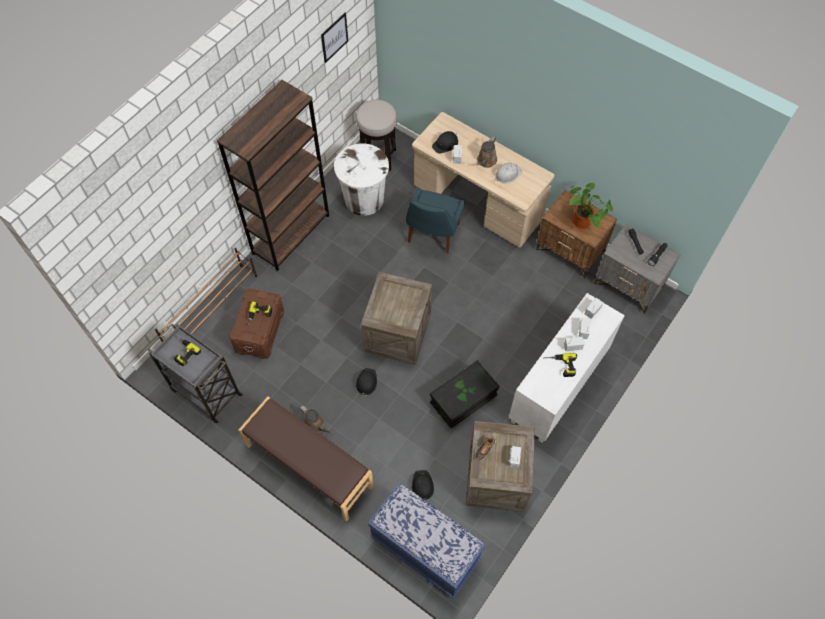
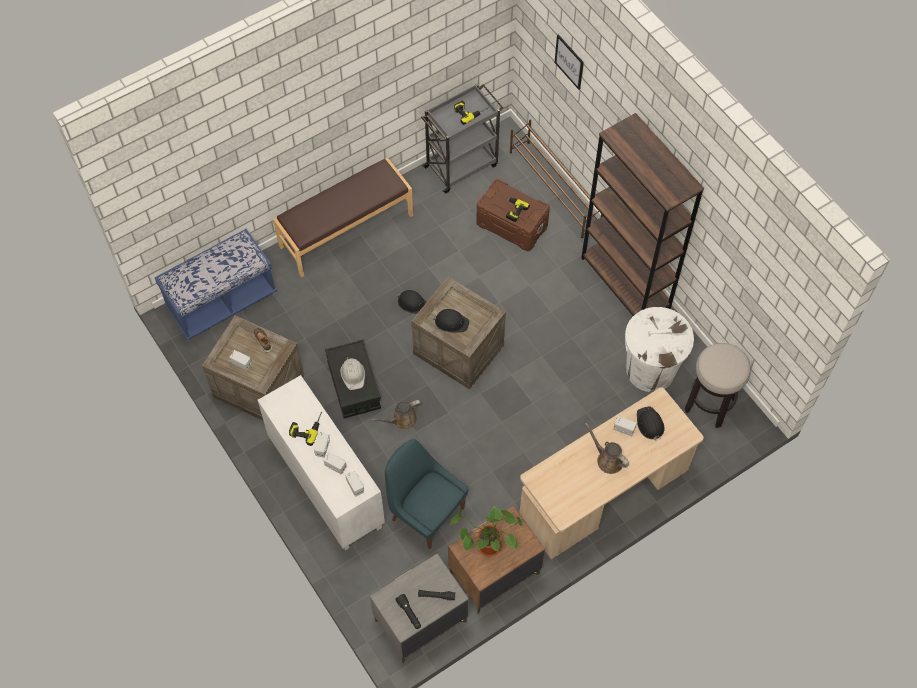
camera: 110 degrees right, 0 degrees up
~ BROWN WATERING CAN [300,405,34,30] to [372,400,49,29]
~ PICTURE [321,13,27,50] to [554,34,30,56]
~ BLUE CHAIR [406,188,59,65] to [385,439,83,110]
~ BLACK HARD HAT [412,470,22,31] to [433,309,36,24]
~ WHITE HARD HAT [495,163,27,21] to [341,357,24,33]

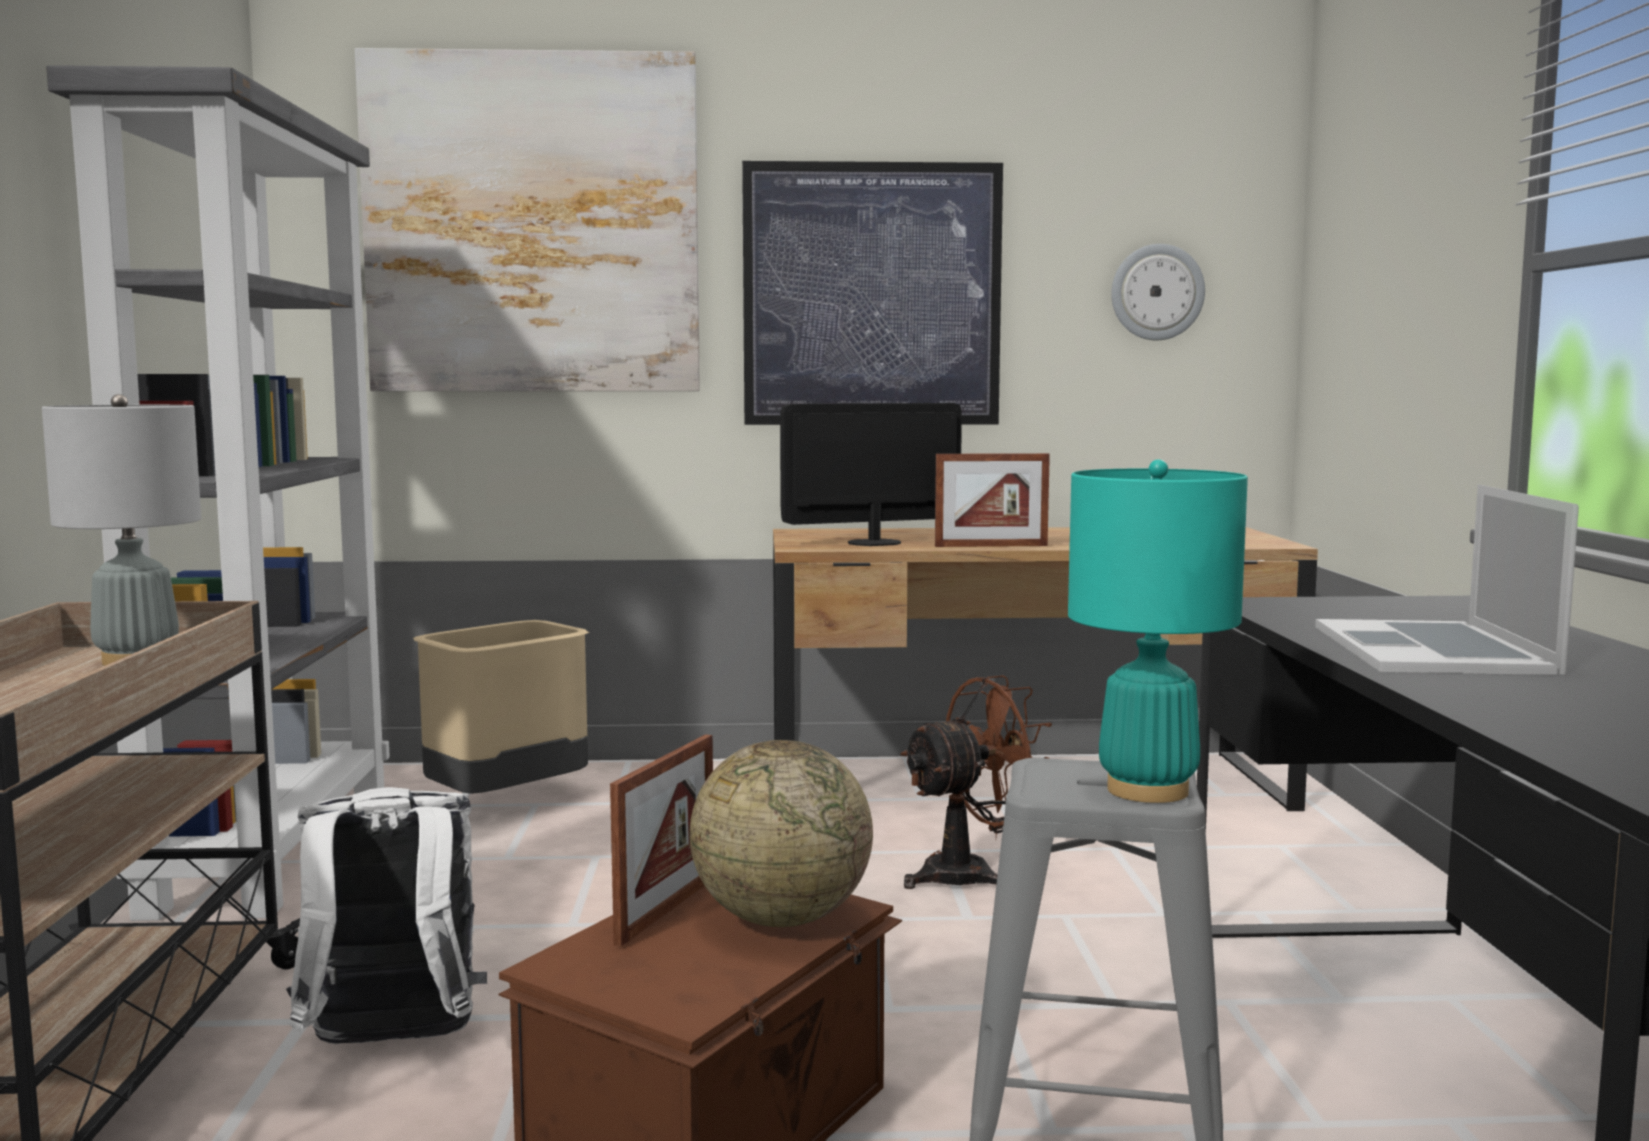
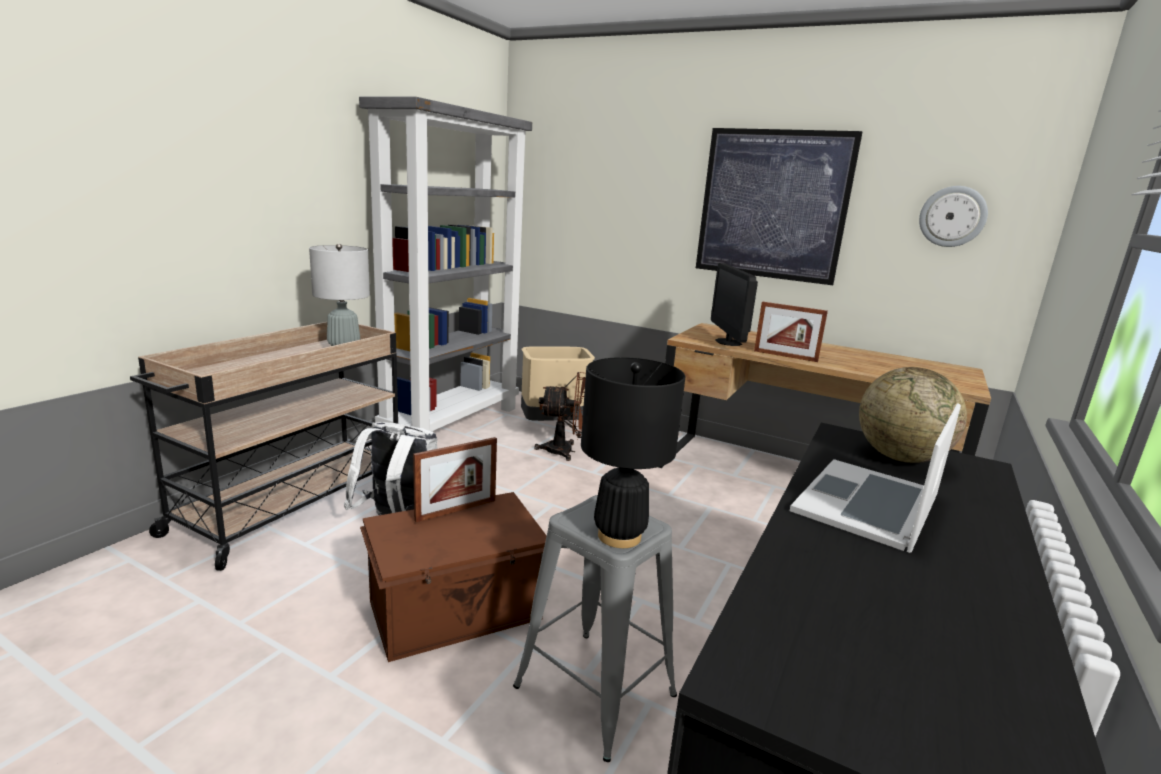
camera: 30 degrees right, 10 degrees up
- PICTURE [355,48,345,343]
~ GLOBE [689,740,184,187] to [859,367,108,96]
~ MONITOR [780,403,182,143] = [711,263,47,83] 105 degrees counterclockwise
~ BROWN FAN [900,675,152,214] to [534,372,52,89]
~ TURQUOISE TABLE LAMP [1068,459,180,344] to BLACK TABLE LAMP [581,357,105,191]

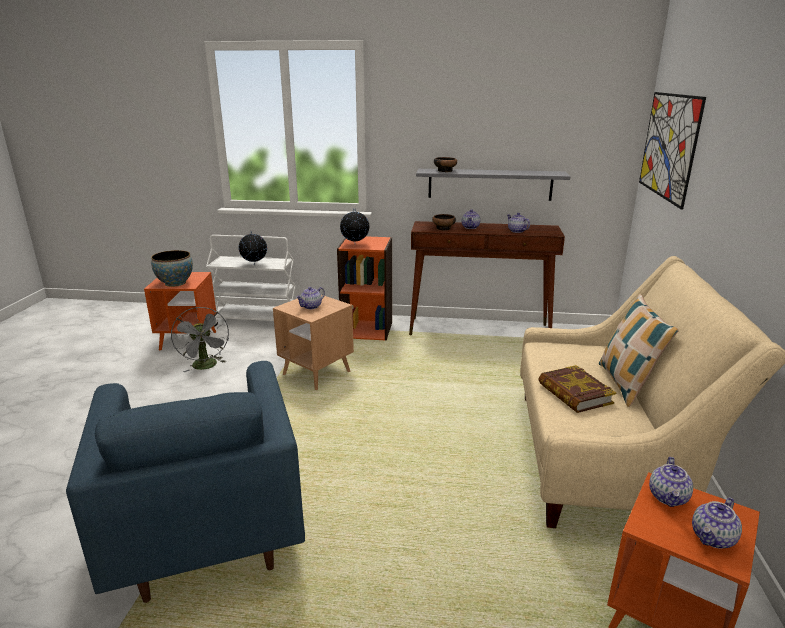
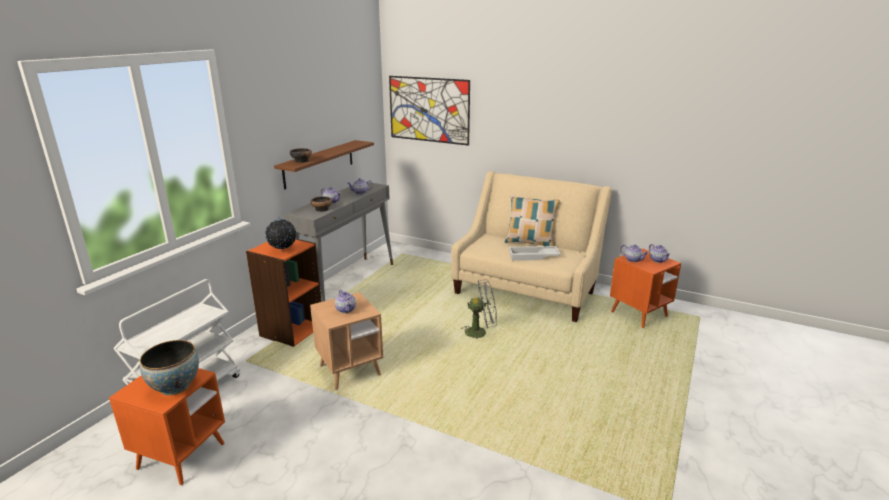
camera: 70 degrees left, 0 degrees up
- BLUE ARMCHAIR [66,361,239,242]
~ GREY FAN [171,307,58,66] to [461,280,36,59]
- GLOBE [239,231,28,34]
~ BROWN CONSOLE TABLE [409,221,156,114] to GREY CONSOLE TABLE [284,182,109,120]
~ GREY SHELF [416,169,154,32] to BROWN SHELF [274,140,100,50]
~ BOOK [538,365,78,48] to WHITE TRAY [509,246,52,15]

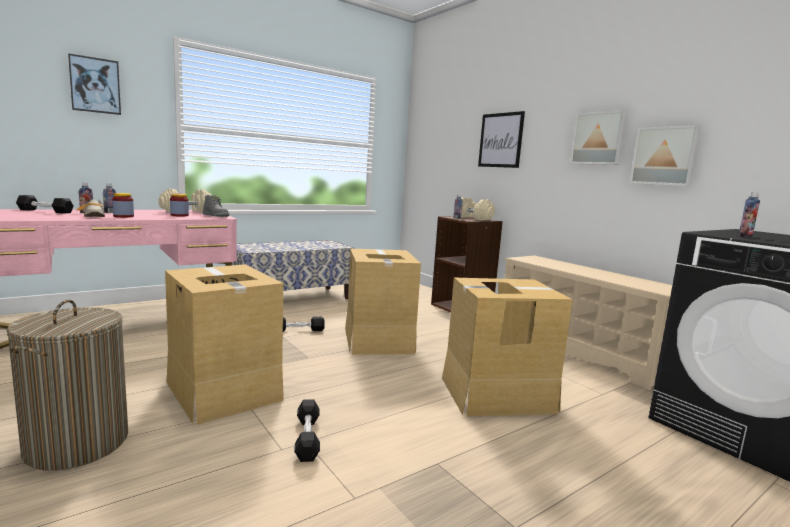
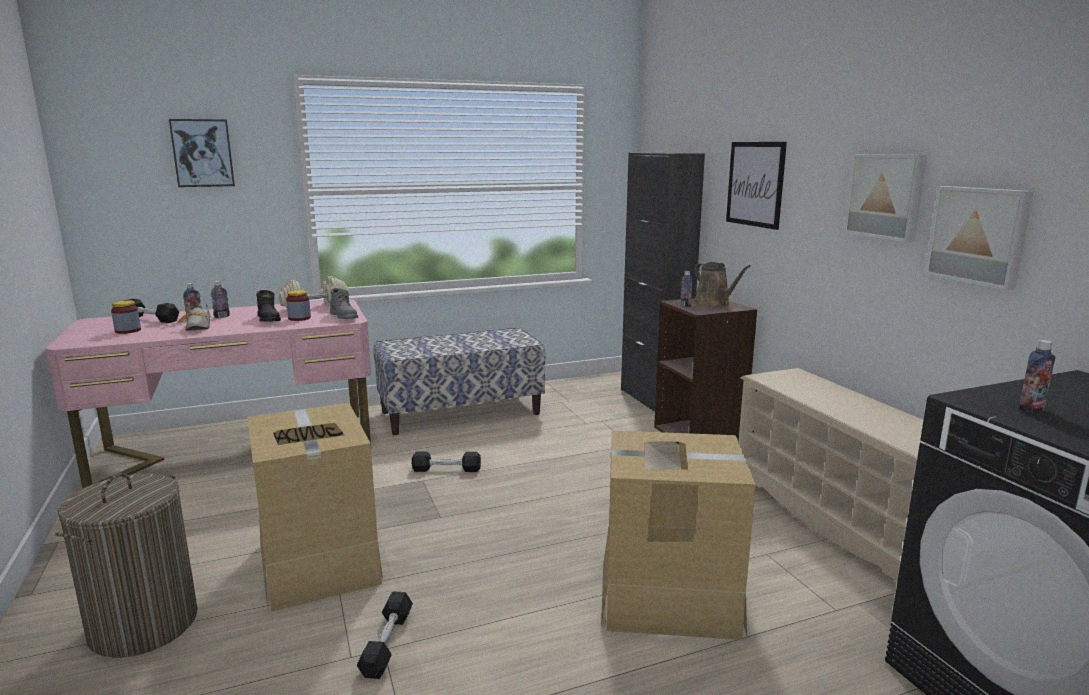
camera: 15 degrees right, 5 degrees up
~ JAR [112,193,22,25] to [111,300,30,34]
- CARDBOARD BOX [345,249,76,106]
~ BEIGE DUMBBELL [461,197,34,23] to BROWN WATERING CAN [694,262,57,45]
+ BLACK BOOT [256,290,25,32]
+ BLACK CABINET [621,153,84,259]

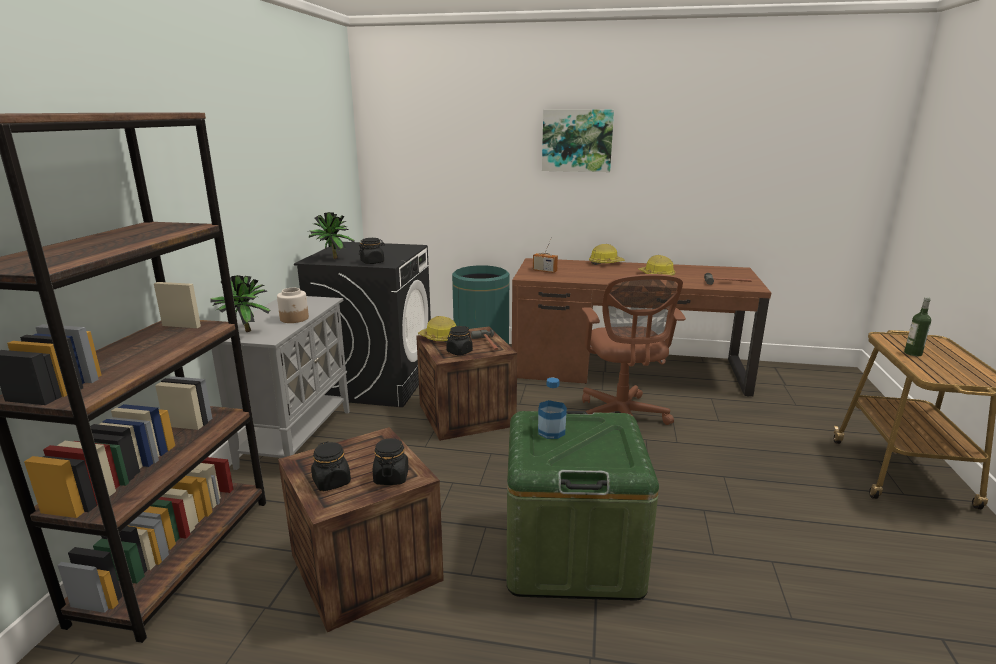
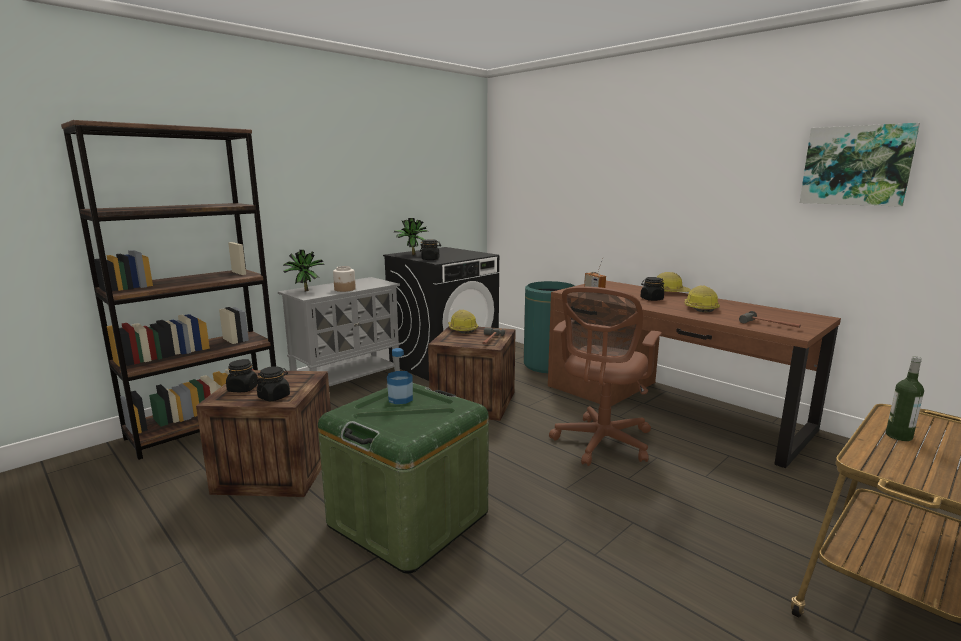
camera: 35 degrees right, 5 degrees down
~ BLACK JAR [446,326,27,30] to [640,277,24,24]
~ PICTURE [542,110,72,62] to [800,123,120,84]

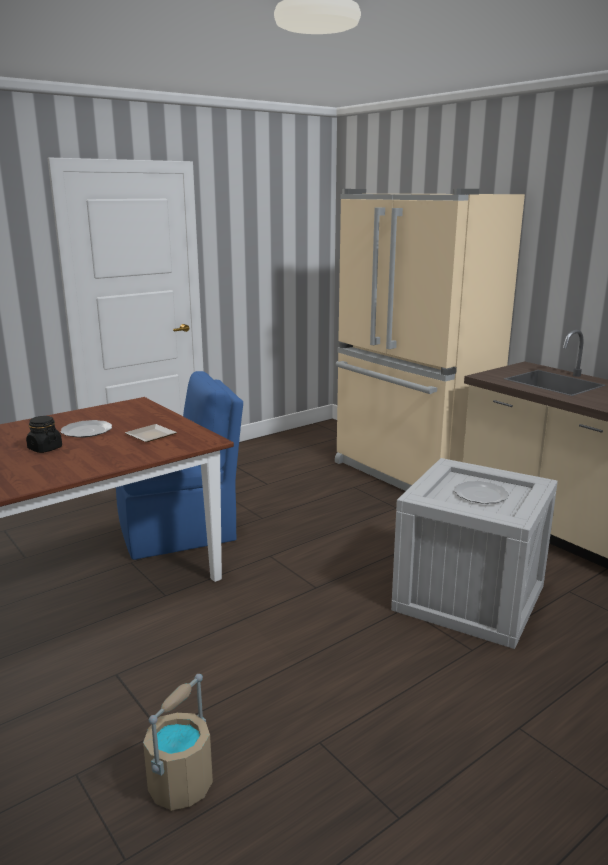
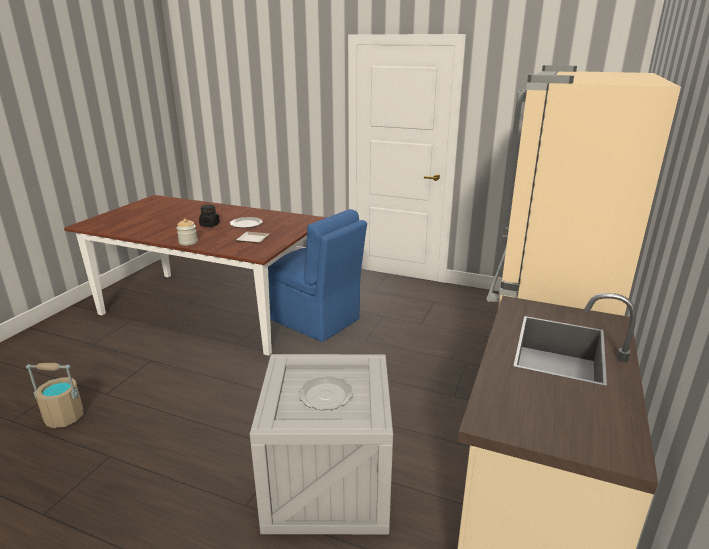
camera: 60 degrees right, 5 degrees up
+ JAR [177,219,21,27]

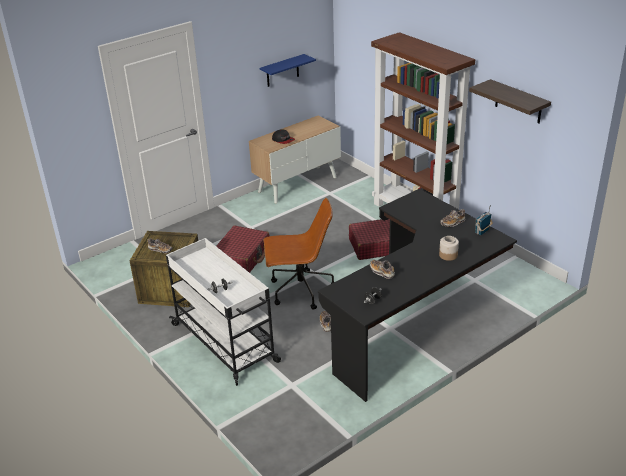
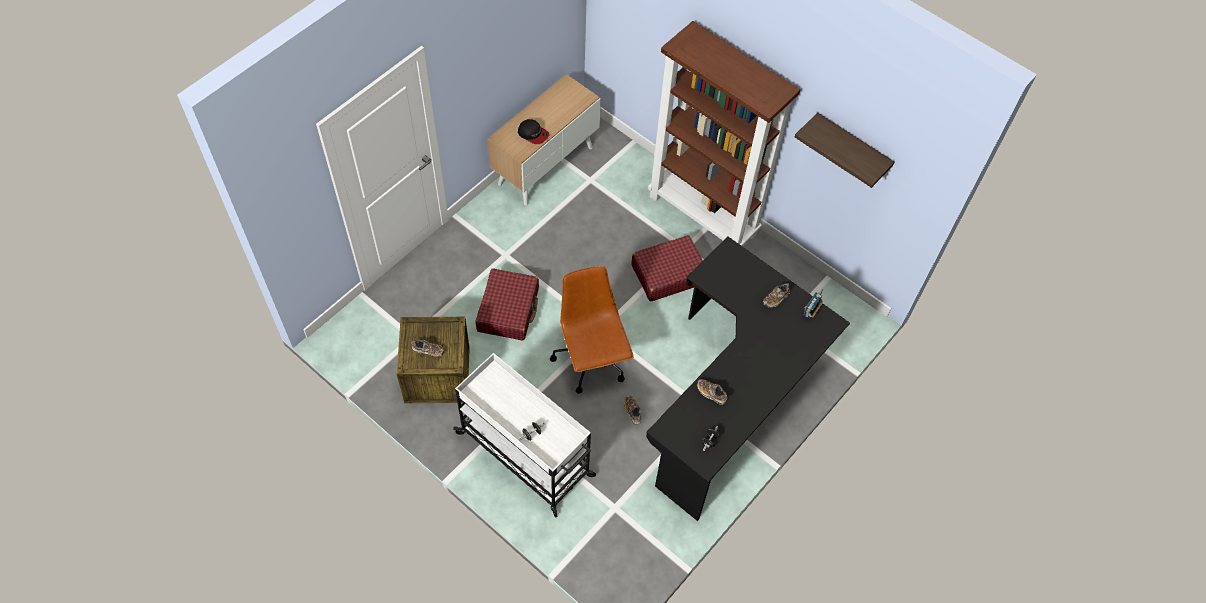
camera: 15 degrees left, 25 degrees up
- BLUE SHELF [260,54,56,33]
~ BROWN OFFICE CHAIR [264,198,70,112] = [550,266,84,127] 90 degrees counterclockwise
- JAR [439,236,20,25]

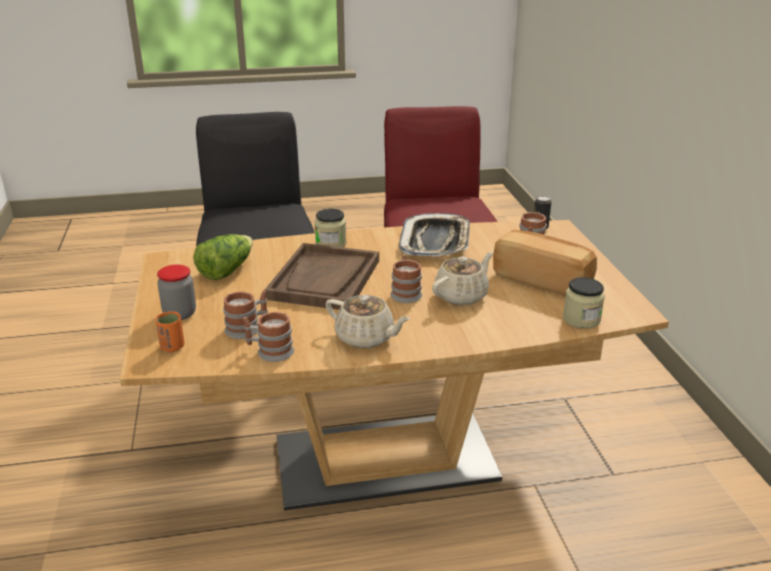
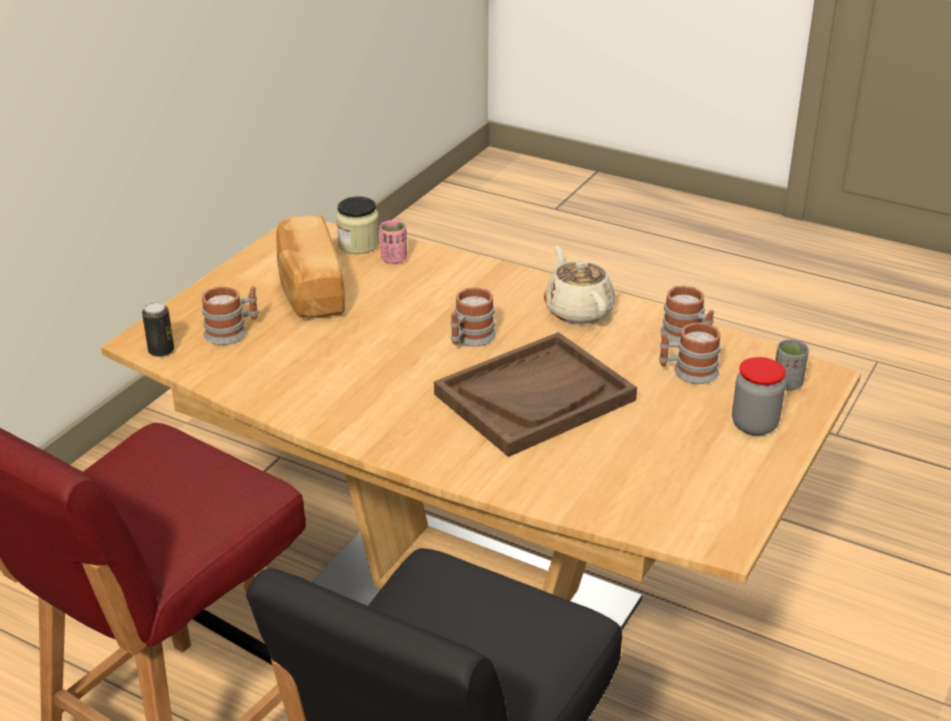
camera: 140 degrees left, 5 degrees up
~ ORANGE CUP [155,312,29,40] to GREY CUP [775,339,34,52]
- LETTUCE [193,234,60,46]
- JAR [315,209,31,38]
- TRAY [399,213,71,44]
- BEIGE TEAPOT [432,252,61,53]
+ PINK CUP [380,220,27,44]

